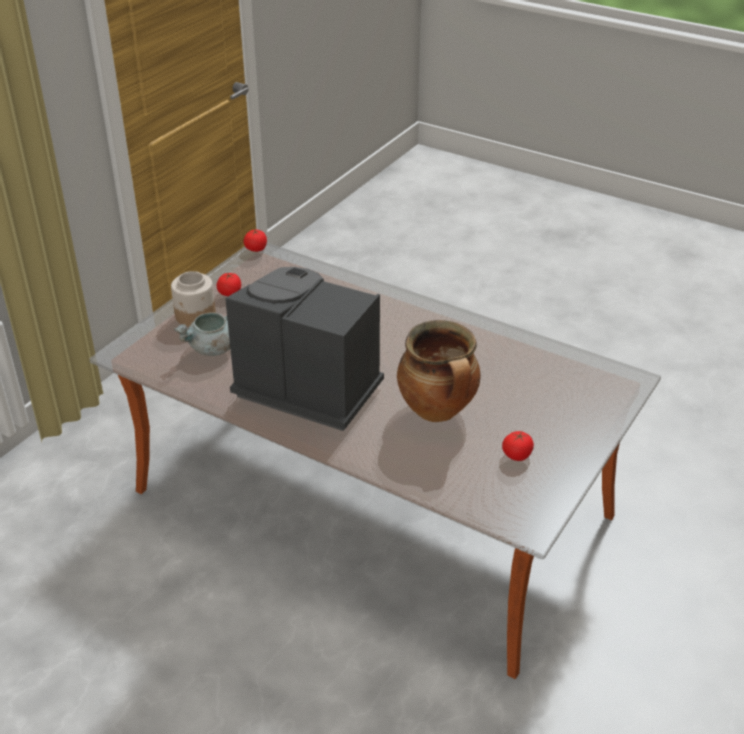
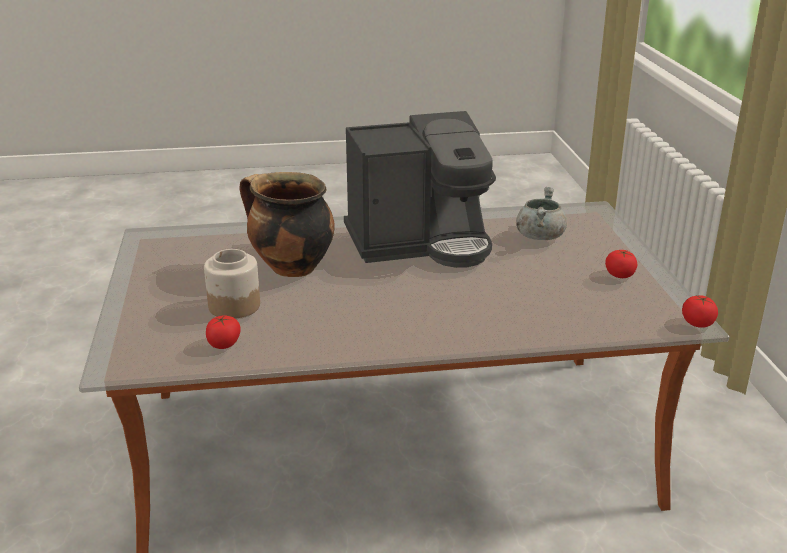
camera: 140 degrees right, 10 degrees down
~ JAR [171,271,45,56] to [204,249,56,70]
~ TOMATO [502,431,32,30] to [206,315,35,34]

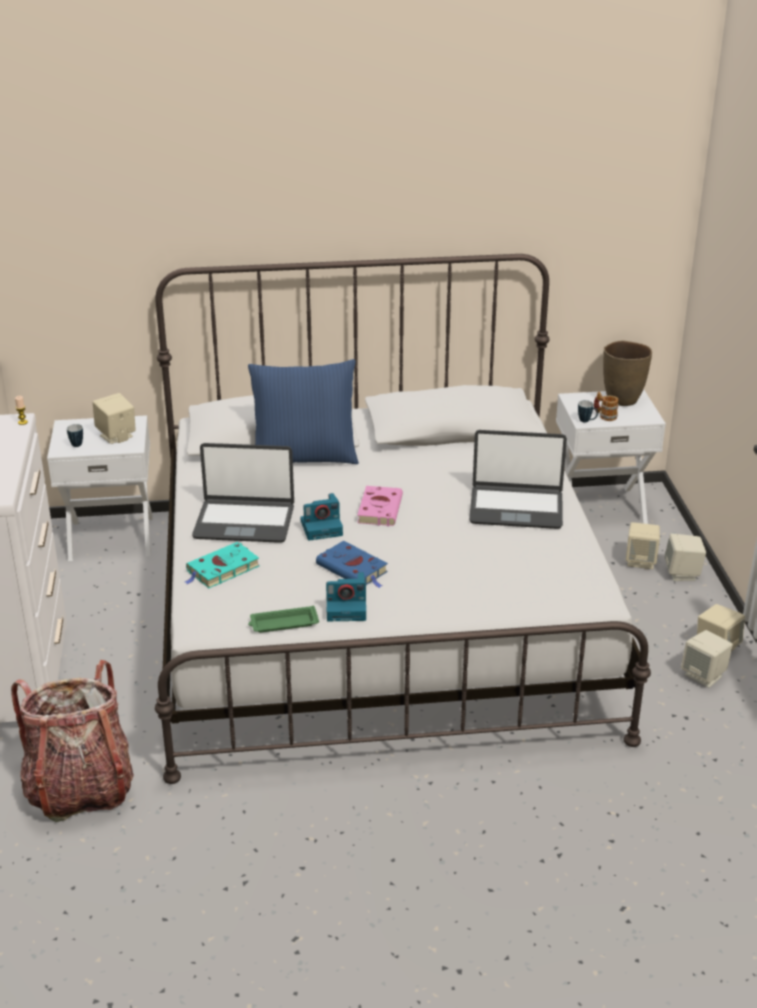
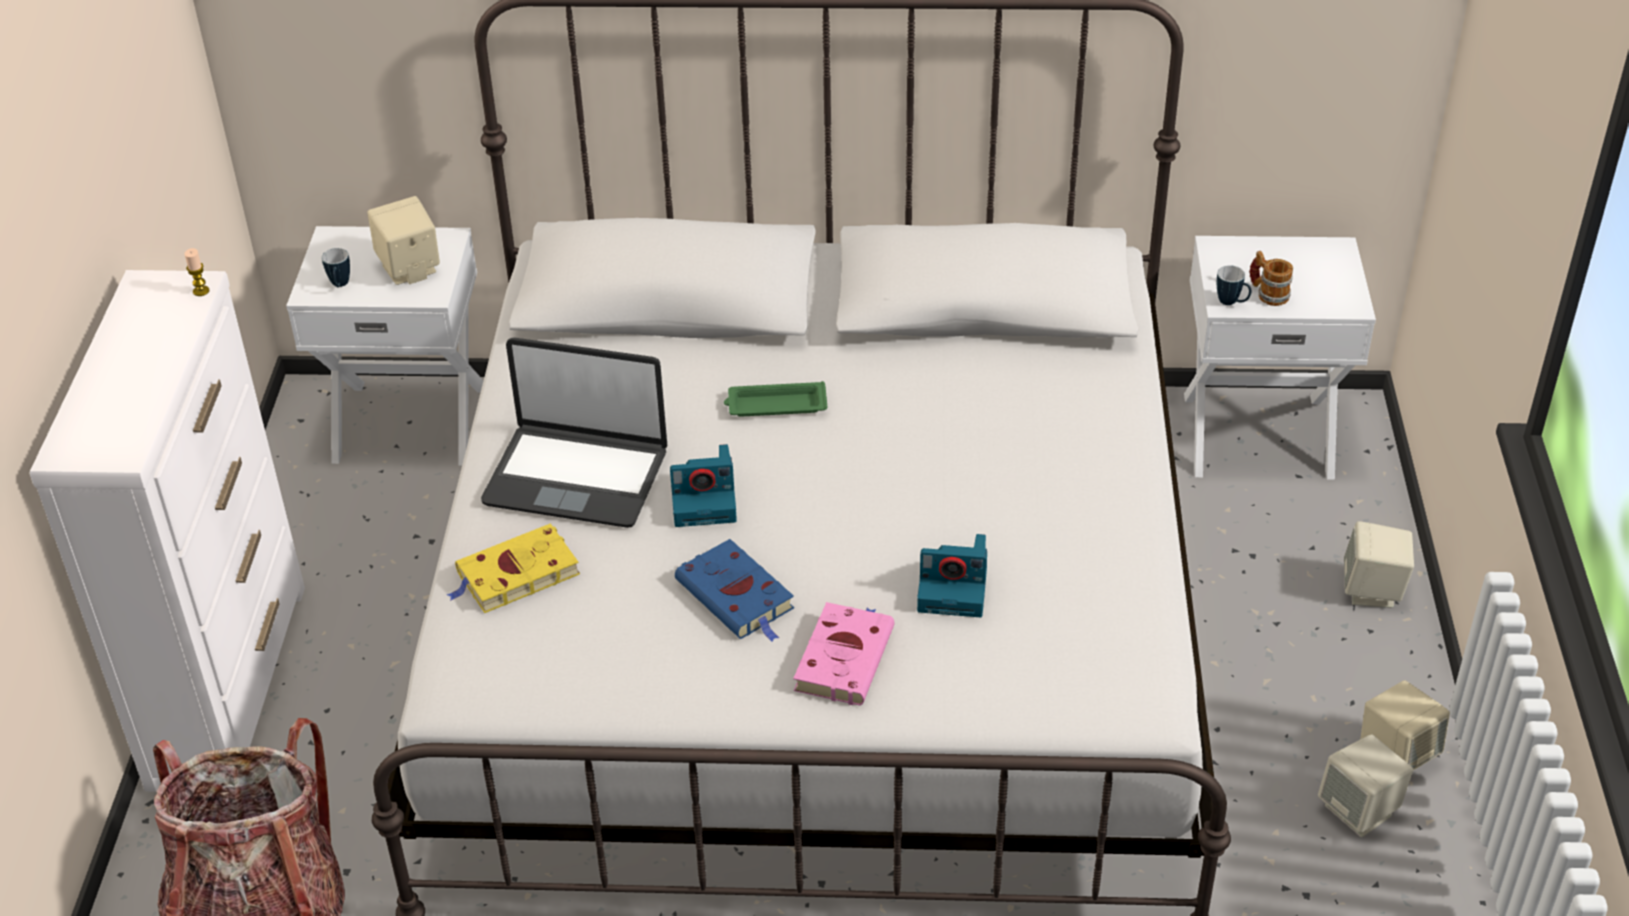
camera: 10 degrees right, 10 degrees up
~ TURQUOISE BOOK [185,542,75,46] to YELLOW BOOK [447,523,133,90]
- BLUE PILLOW [248,359,111,105]
~ GREEN TRAY [248,606,71,27] to [724,381,104,36]
~ PHOTO CAMERA [326,572,40,49] to [917,534,70,83]
~ PINK BOOK [357,486,46,40] to [793,602,102,104]
- LAPTOP [469,430,98,99]
- BROWN VASE [603,341,49,65]
- BEIGE SPEAKER [626,522,34,47]

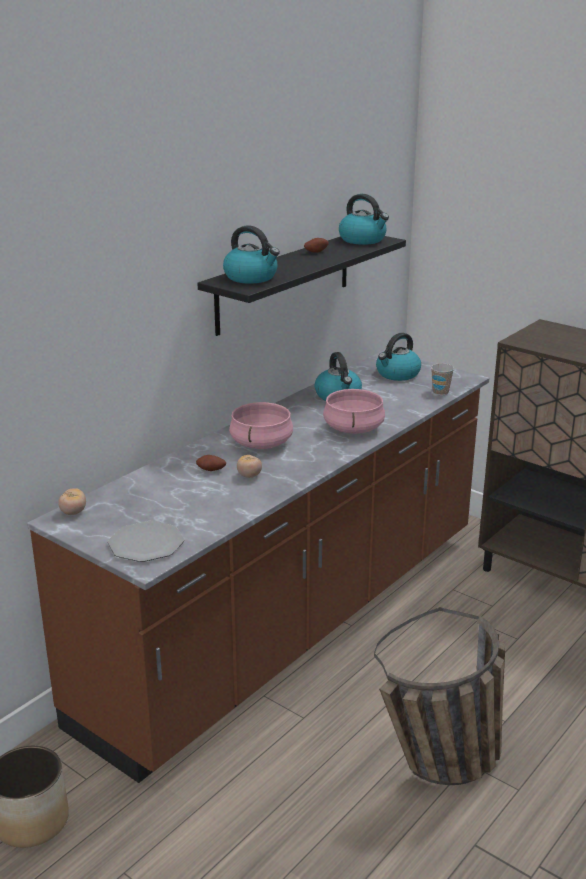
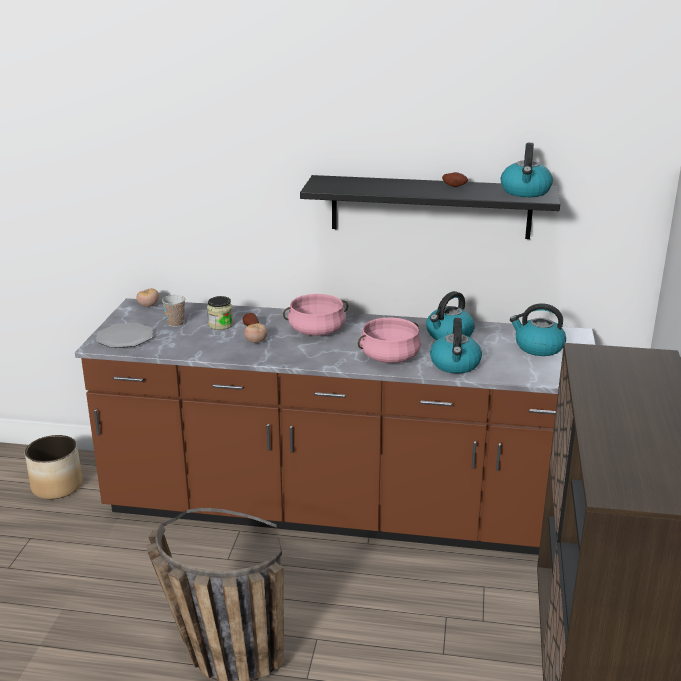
camera: 60 degrees right, 0 degrees up
~ KETTLE [223,225,57,59] to [430,318,52,56]
~ CUP [431,363,23,32] to [162,295,23,32]
+ JAR [207,296,26,34]

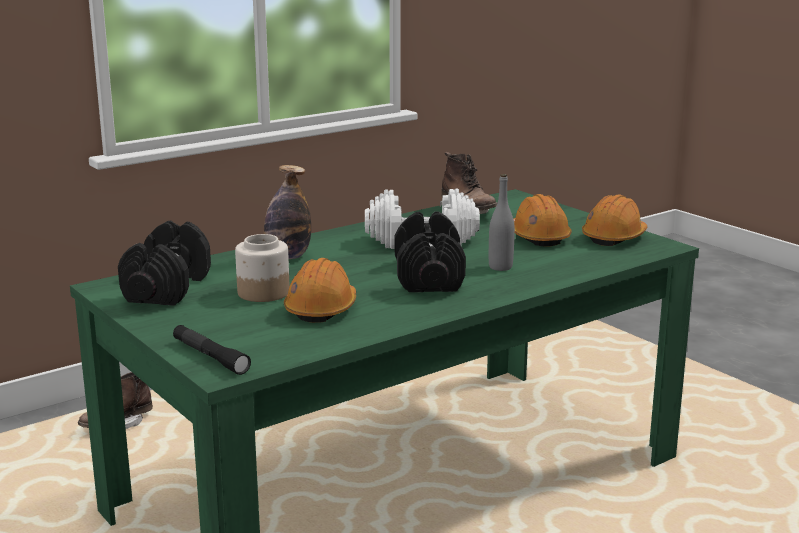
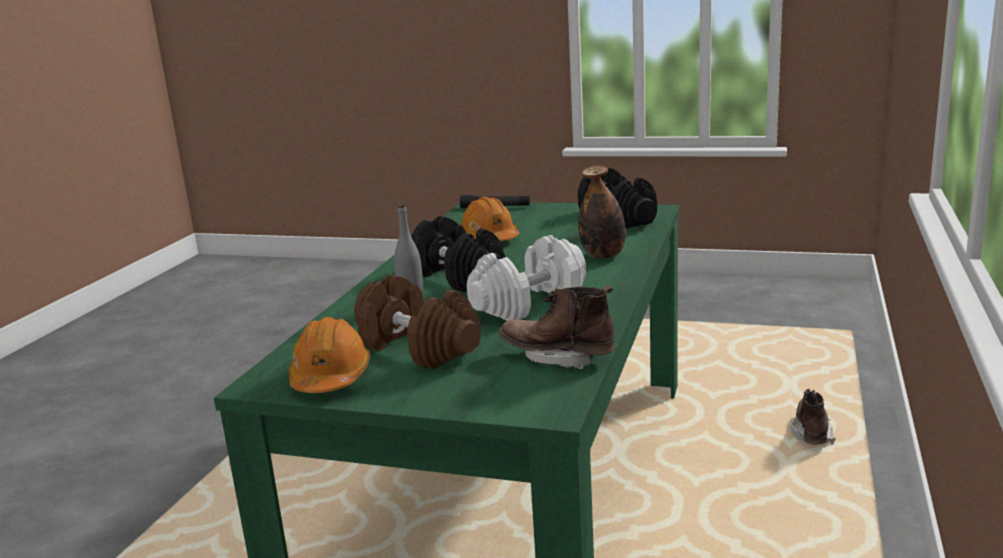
camera: 145 degrees right, 0 degrees up
- JAR [235,234,55,68]
~ ORANGE HARD HAT [513,194,59,52] to BROWN DUMBBELL [354,275,127,94]

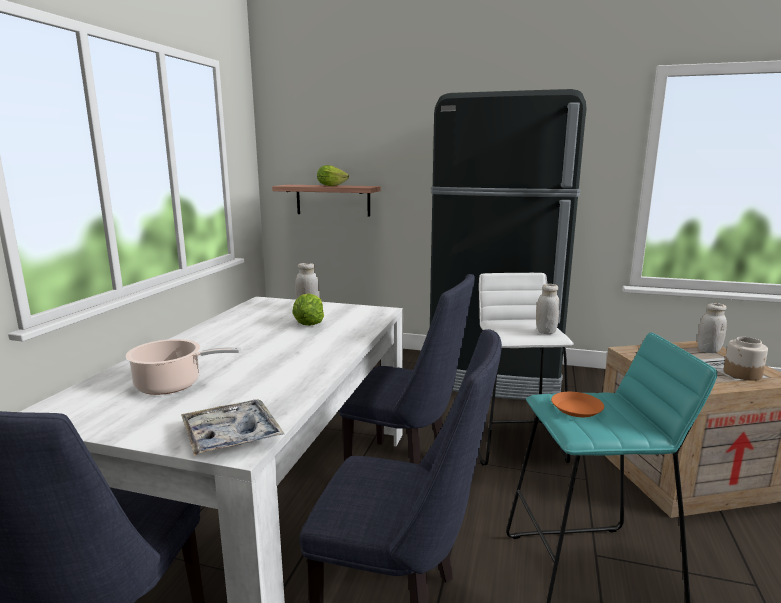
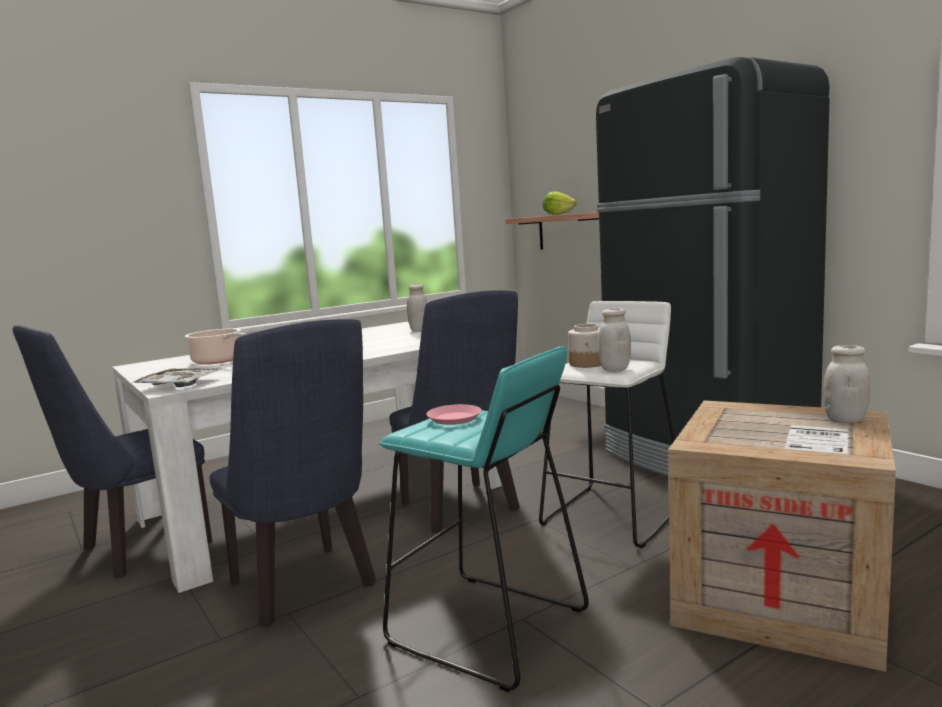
camera: 40 degrees right, 5 degrees down
- LETTUCE [292,293,32,33]
~ ORANGE PLATE [551,392,53,25] to PINK PLATE [426,404,56,21]
~ JAR [724,337,44,44] to [568,324,33,44]

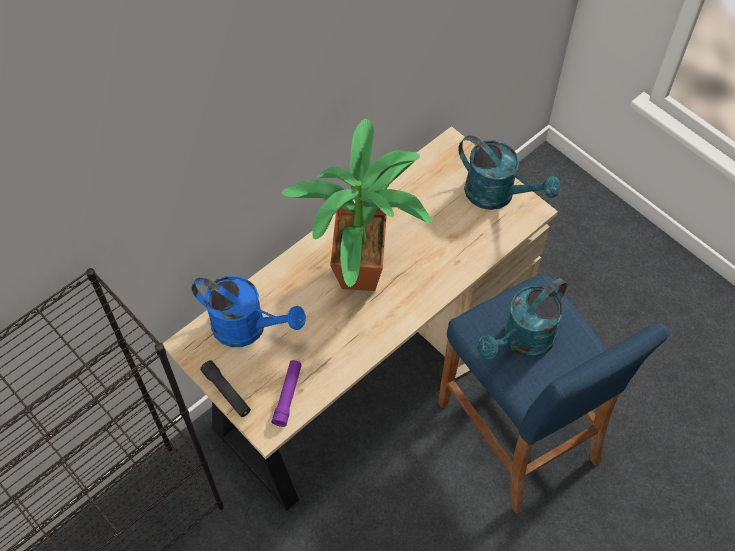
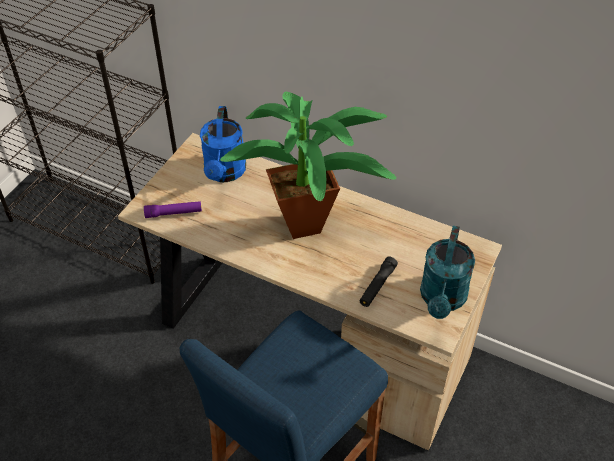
camera: 70 degrees right, 10 degrees down
~ BLACK FLASHLIGHT [200,360,51,57] to [359,256,39,51]
- TURQUOISE WATERING CAN [477,278,90,81]

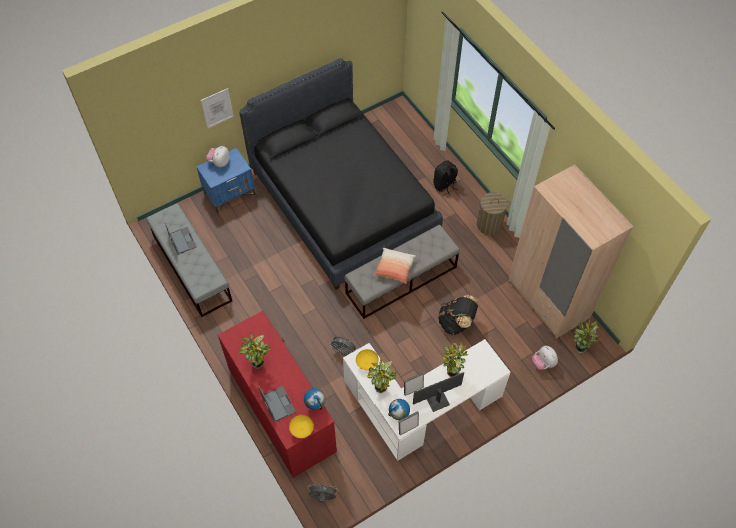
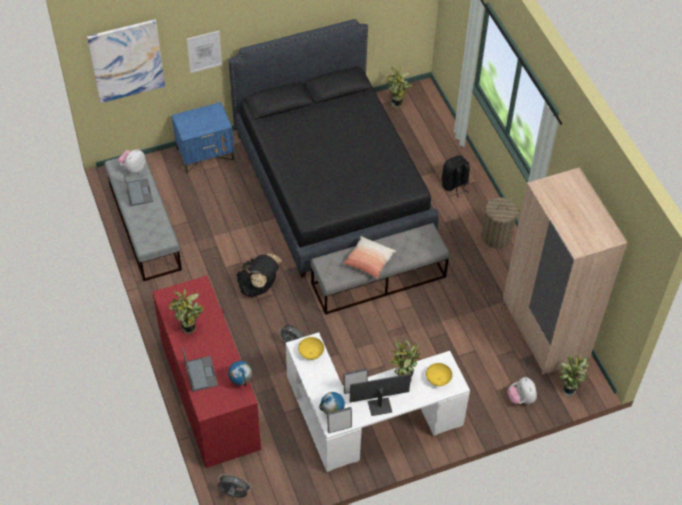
camera: 10 degrees right, 5 degrees down
~ PLUSH TOY [206,146,24,21] to [118,149,28,25]
~ YELLOW BOWL [289,415,25,23] to [426,363,26,23]
~ POTTED PLANT [367,358,30,35] to [386,66,26,42]
~ BLACK BACKPACK [438,295,40,40] to [236,253,46,44]
+ PICTURE [87,19,78,84]

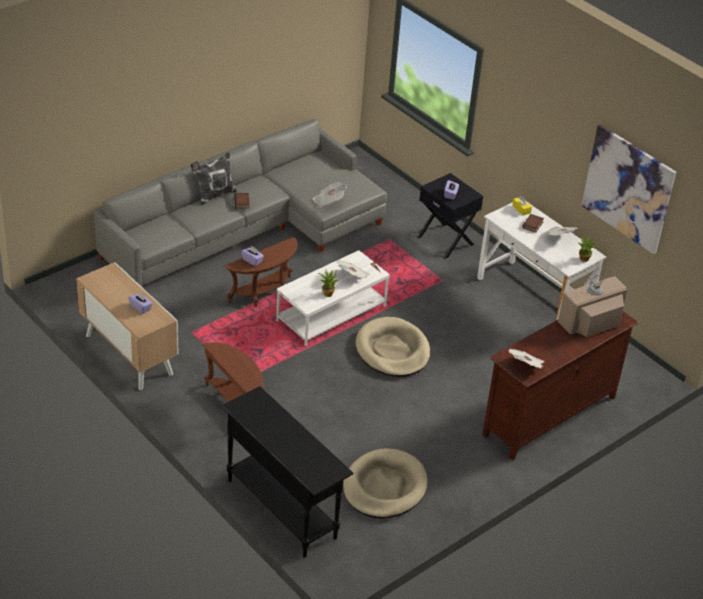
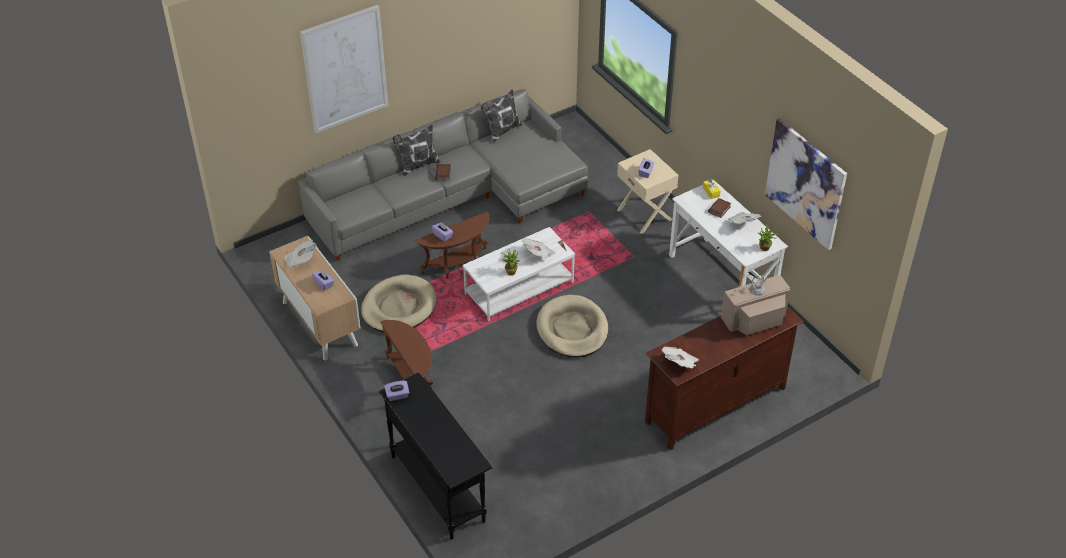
camera: 10 degrees right, 5 degrees up
~ NEWSPAPER [312,182,35,26] to [284,240,33,28]
~ BEIGE DOG BED [343,448,85,71] to [361,275,76,58]
~ BLACK NIGHTSTAND [417,173,66,86] to BEIGE NIGHTSTAND [617,149,62,85]
+ PICTURE [300,5,88,128]
+ PURPLE TISSUE BOX [384,381,25,20]
+ PILLOW [481,89,41,54]

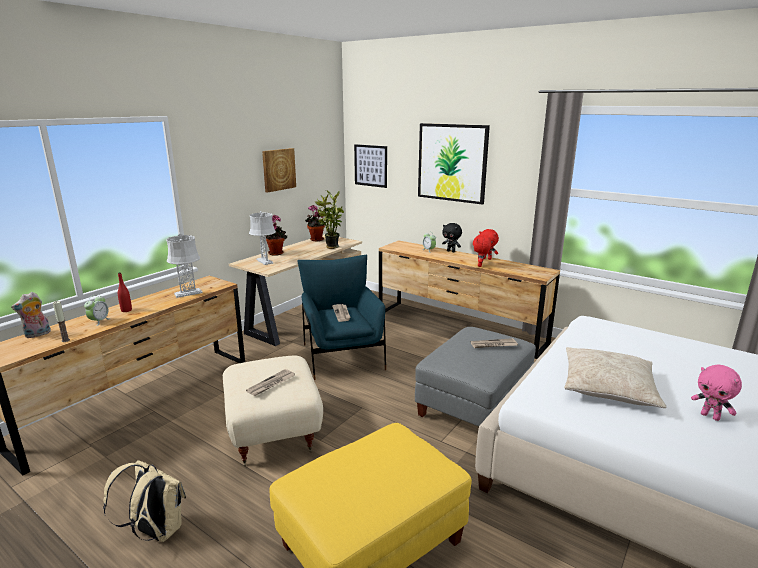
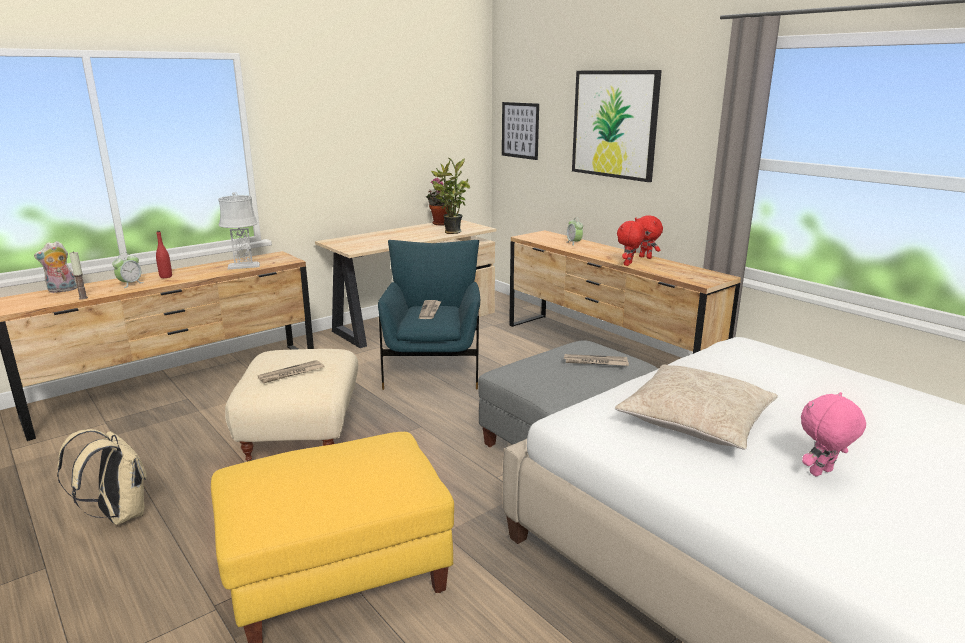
camera: 15 degrees right, 0 degrees up
- GREY TABLE LAMP [249,211,27,54]
- PICTURE [262,148,34,45]
- POTTED PLANT [266,215,21,41]
- BLACK PLUSH TOY [442,223,20,29]
~ PINK PLUSH TOY [691,364,51,57] = [801,392,65,84] 90 degrees clockwise

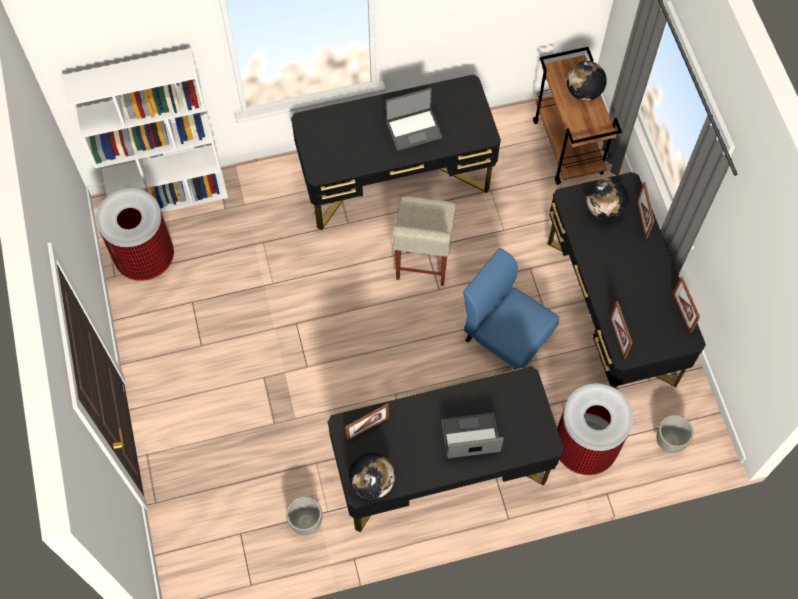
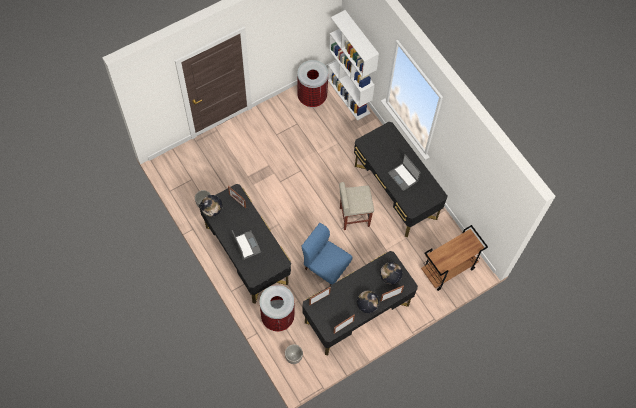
camera: 70 degrees right, 0 degrees up
~ BLUE CHAIR [463,248,96,122] = [301,223,51,63] 75 degrees counterclockwise
~ GLOBE [567,61,40,40] to [357,291,22,22]

